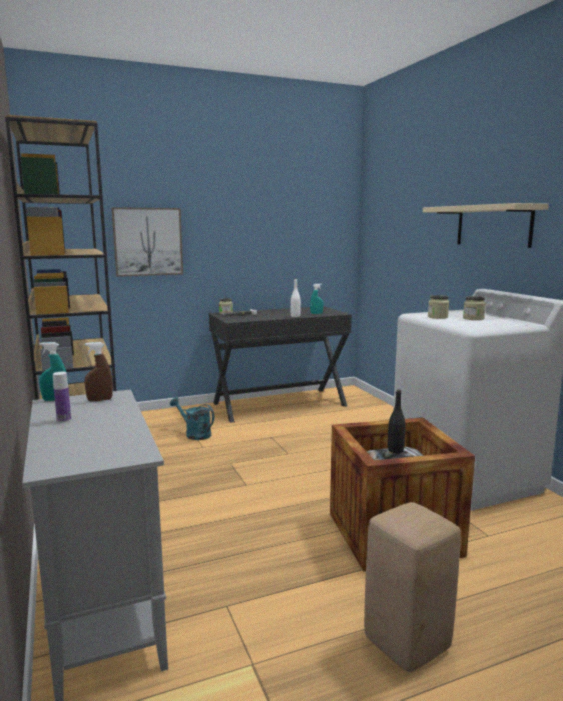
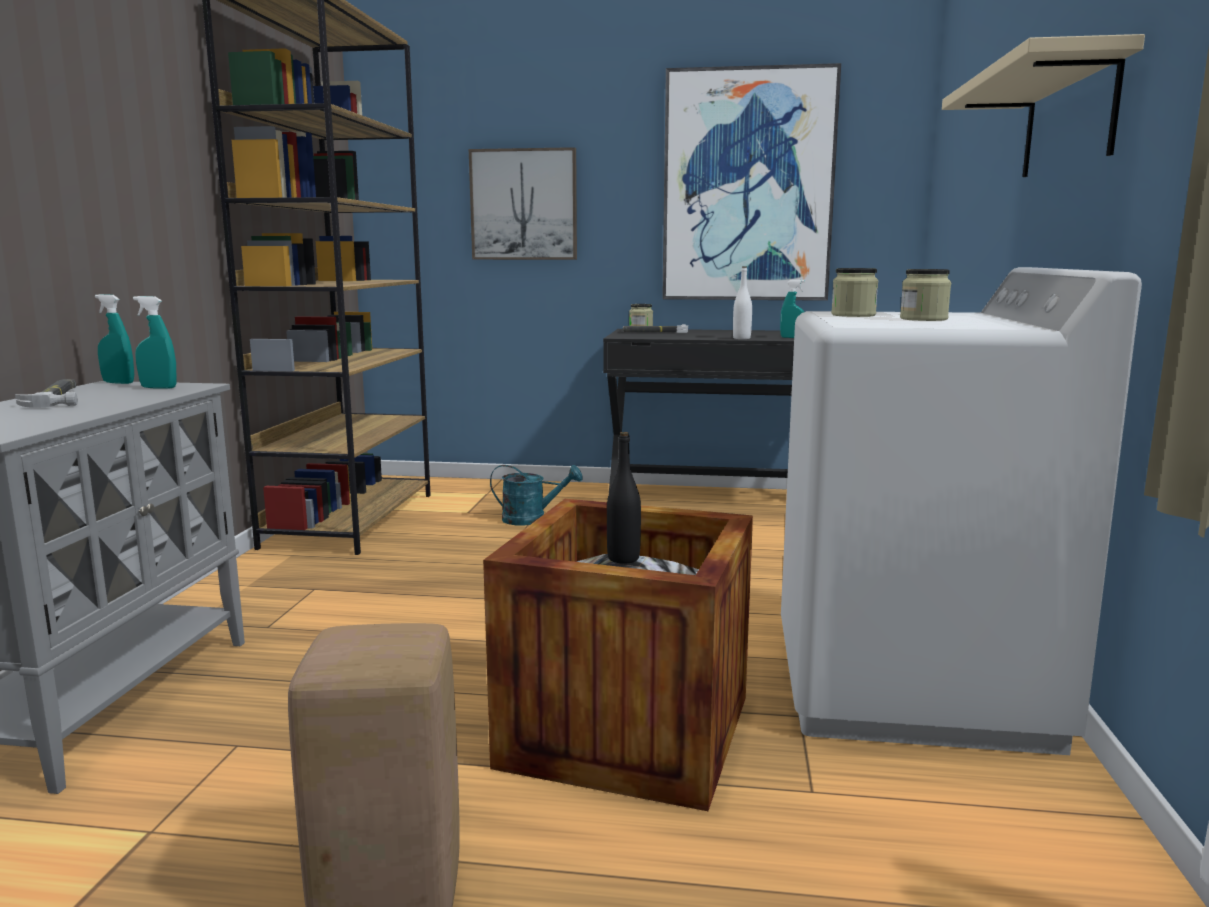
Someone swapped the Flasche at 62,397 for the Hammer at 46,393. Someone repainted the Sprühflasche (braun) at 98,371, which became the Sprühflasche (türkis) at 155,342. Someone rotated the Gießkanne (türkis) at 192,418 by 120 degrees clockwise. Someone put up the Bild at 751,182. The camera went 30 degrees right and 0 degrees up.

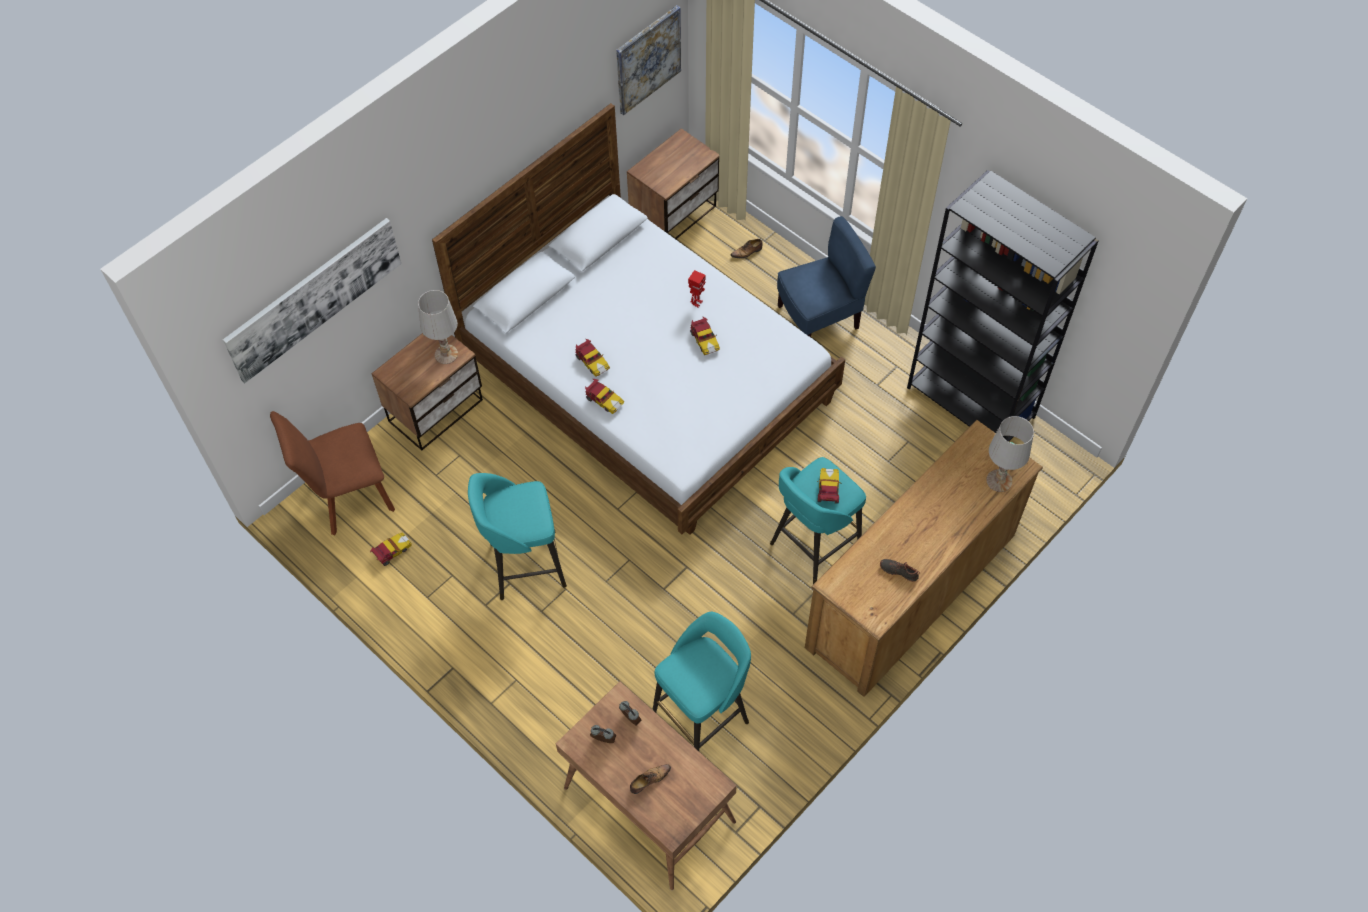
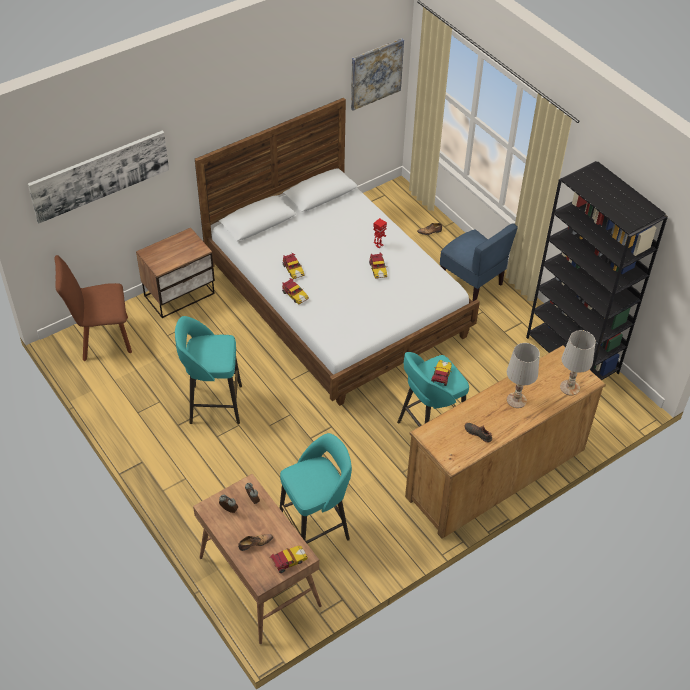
Someone carried the Spielzeugauto from 391,549 to 289,559. Someone carried the Tischlampe (weiß) from 438,327 to 523,375. Someone took away the Nachttisch at 673,183. Someone rotated the Stuhl (blau) at 826,276 by 60 degrees clockwise. The camera went 10 degrees right and 10 degrees down.

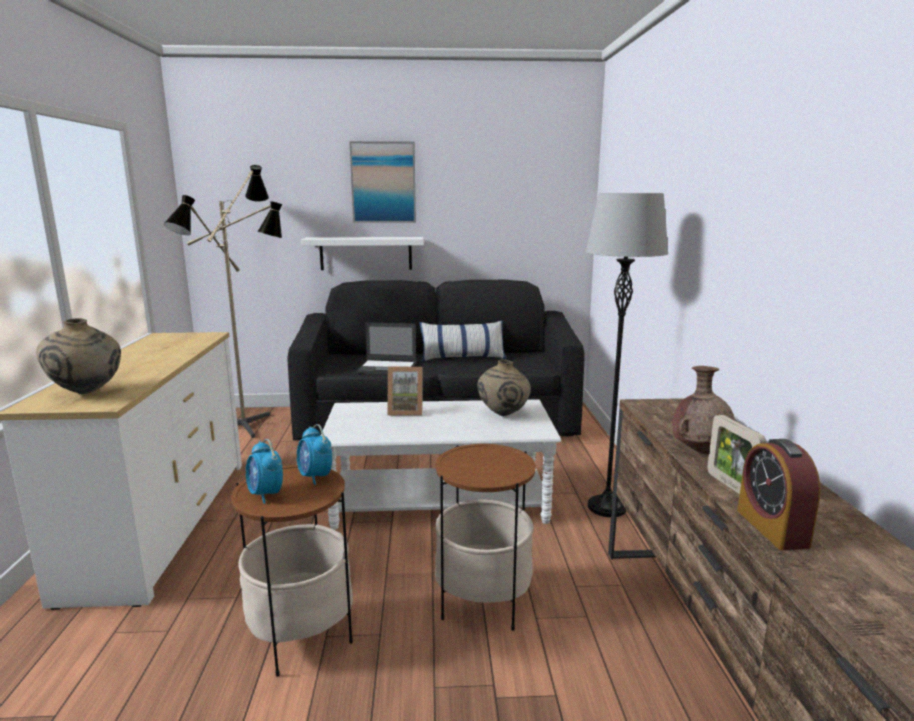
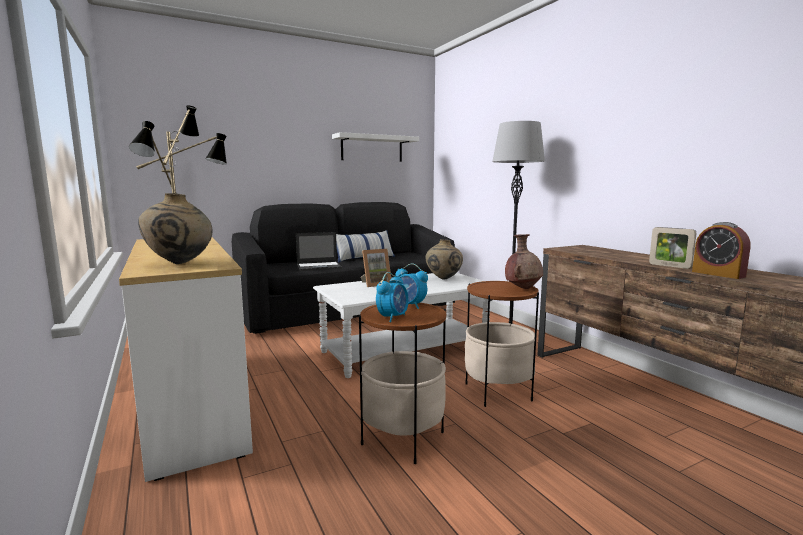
Someone rotated the Wecker at 264,471 by 90 degrees counterclockwise. Someone carried the Wandregal (weiß) from 362,253 to 375,147. Someone took away the Bild at 382,182. Someone carried the Vase (braun) from 703,410 to 524,261. The camera went 25 degrees left and 5 degrees down.

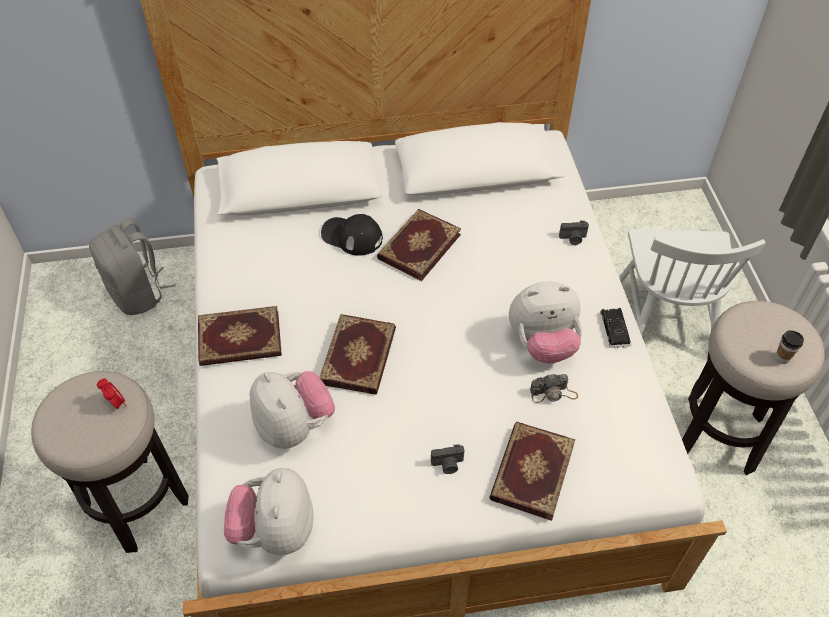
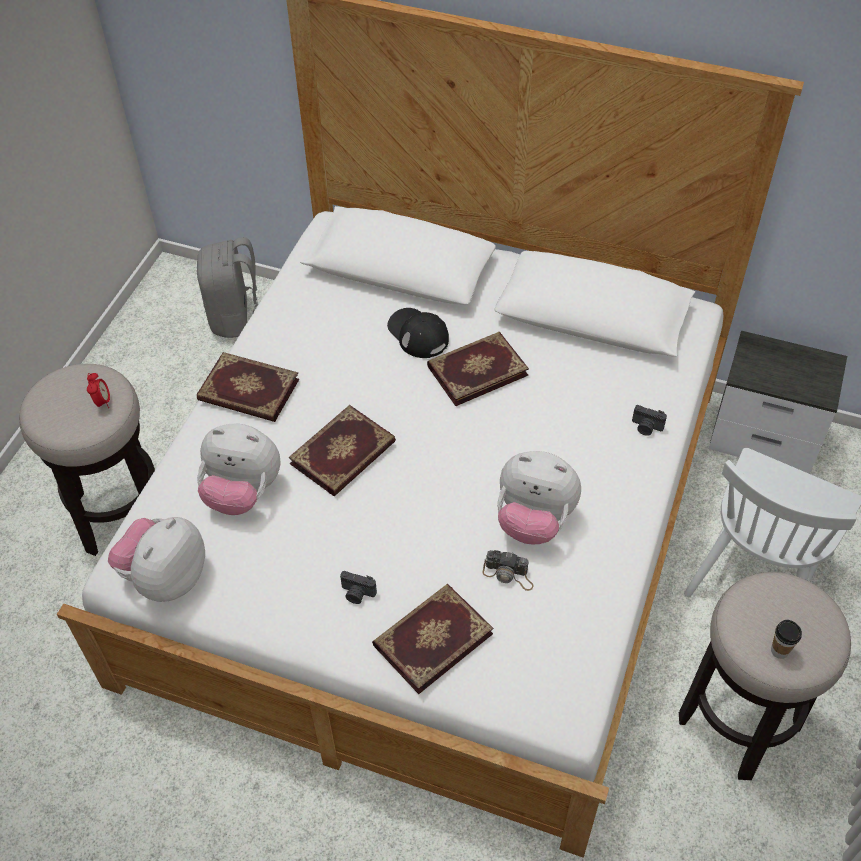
Someone rotated the Plüschtier at 292,410 by 105 degrees clockwise. Someone took away the Spielzeugauto (schwarz) at 615,328. Someone put down the Nachttisch at 778,402. The camera went 30 degrees right and 0 degrees up.

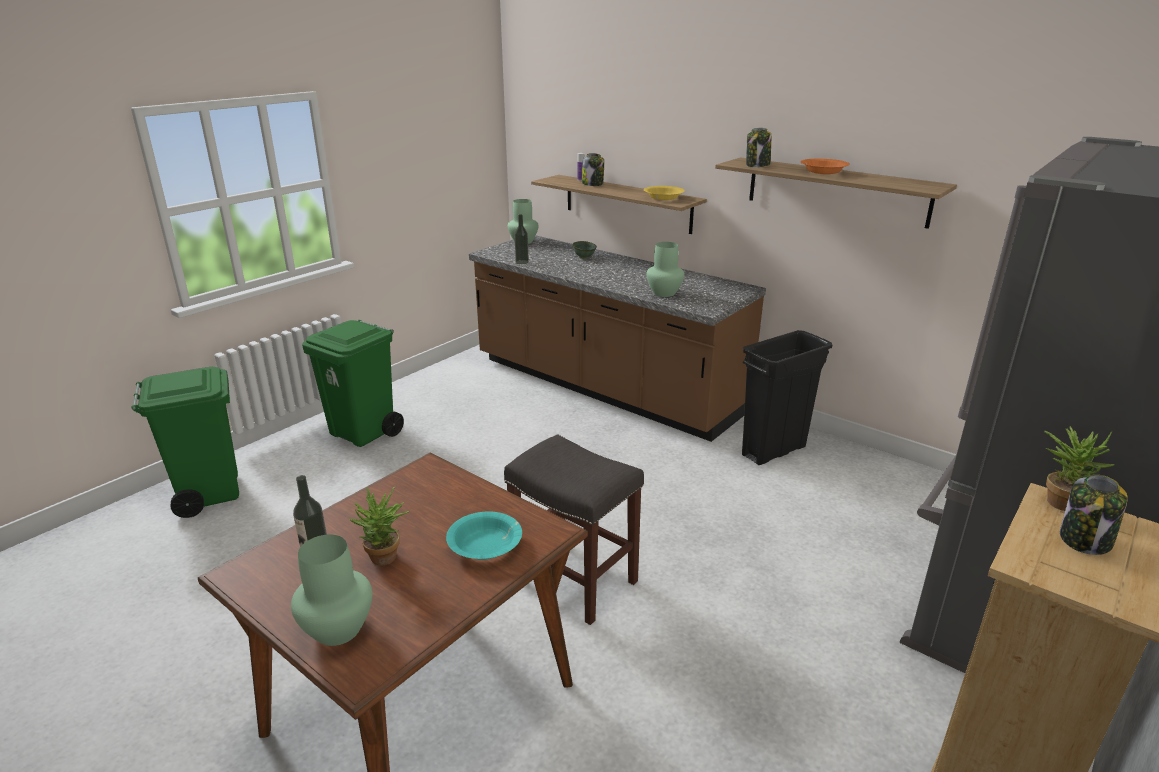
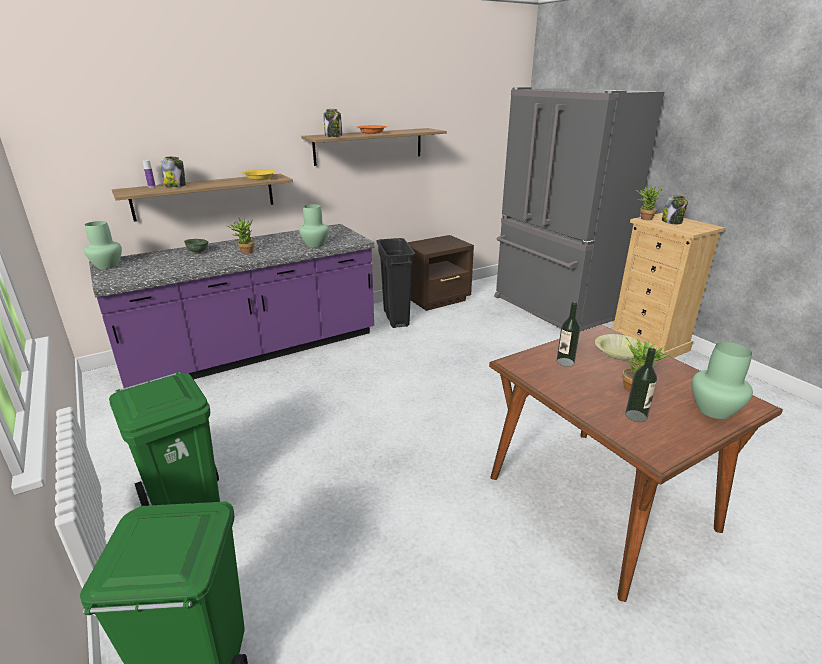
Someone repainted the Schüssel (türkis) at 484,535, which became the Schüssel (gelb) at 619,347. Someone repainted the Küchenzeile (braun) at 617,339, which became the Küchenzeile (lila) at 231,306. Someone took away the Hocker (grau) at 574,529. Someone carried the Flasche from 521,239 to 568,334. Someone put down the Topfpflanze at 240,236. Someone put down the Nachttisch (braun) at 440,273. The camera went 70 degrees left and 0 degrees up.

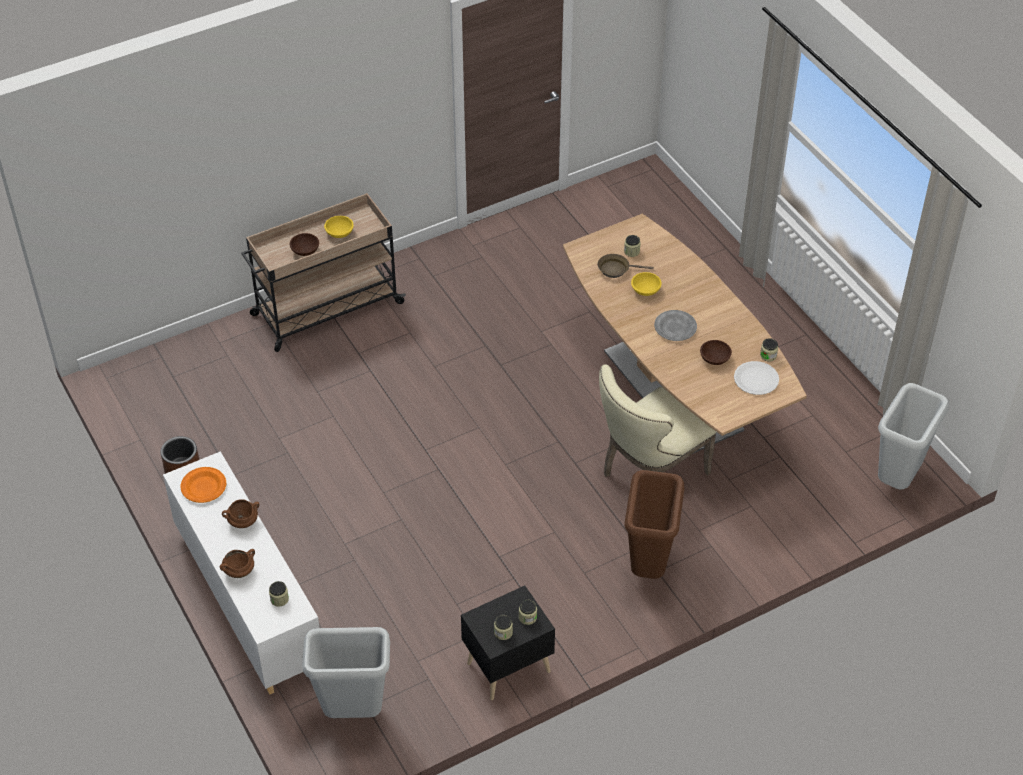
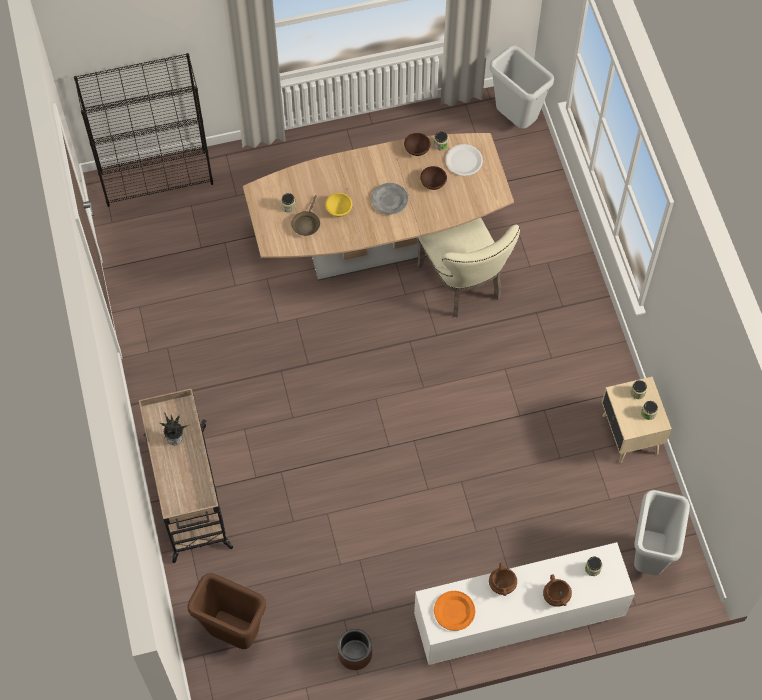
Someone carried the Schüssel (braun) from 304,244 to 417,144. Someone swapped the Schüssel (gelb) at 339,227 for the Topfpflanze at 174,428. Someone repainted the Nachttisch (schwarz) at 508,642, which became the Nachttisch (beige) at 637,420. Someone carried the Mülleimer (braun) from 654,524 to 226,611. Someone put down the Bücherregal (schwarz) at 143,130. The camera went 75 degrees left and 15 degrees up.

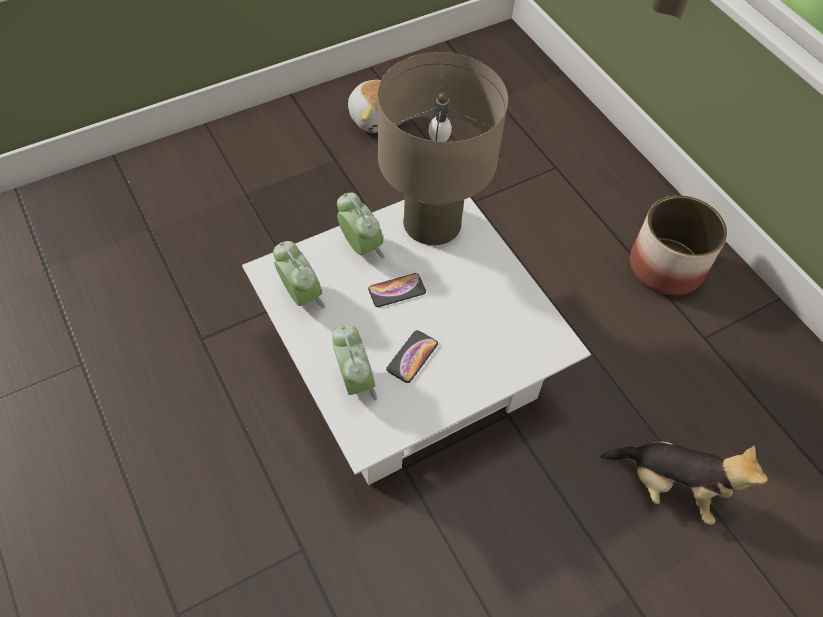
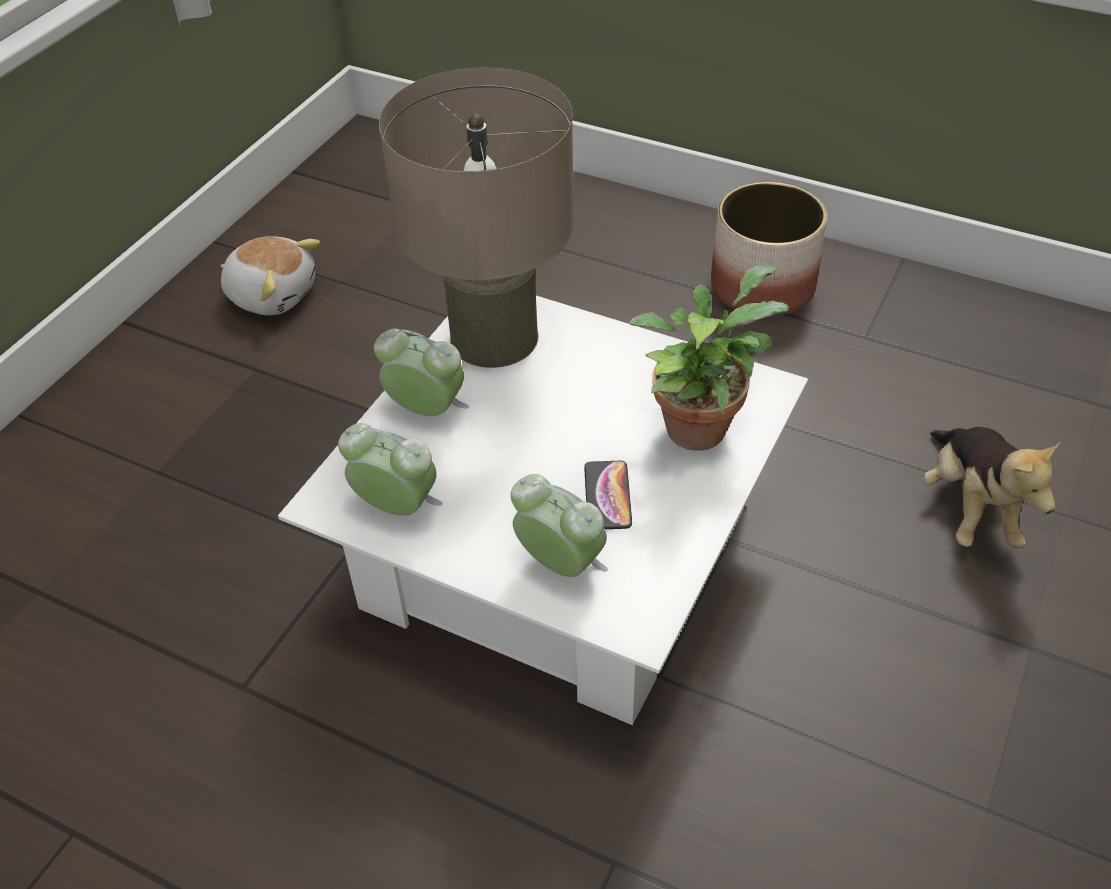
Someone took away the Handy at 397,290. Someone rotated the Plüschtier at 684,483 by 90 degrees clockwise. Someone put down the Topfpflanze at 709,357. The camera went 30 degrees left and 10 degrees down.

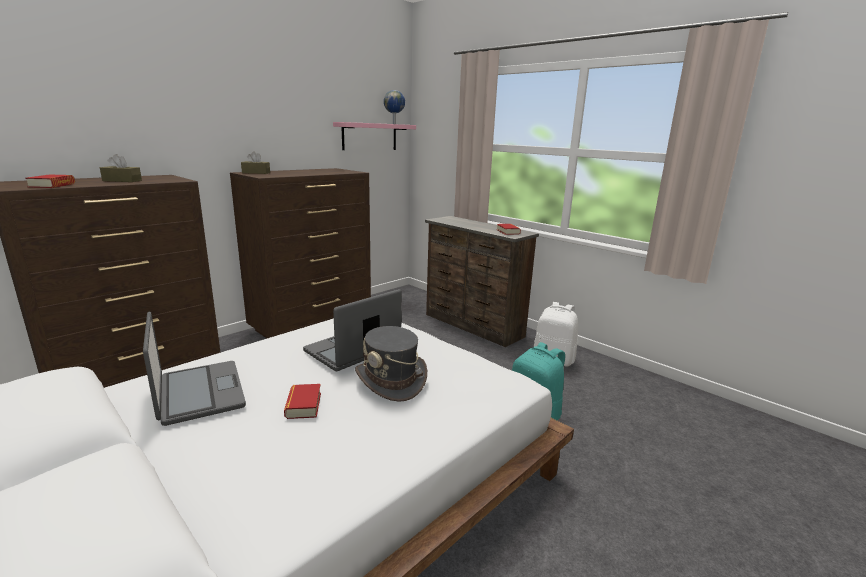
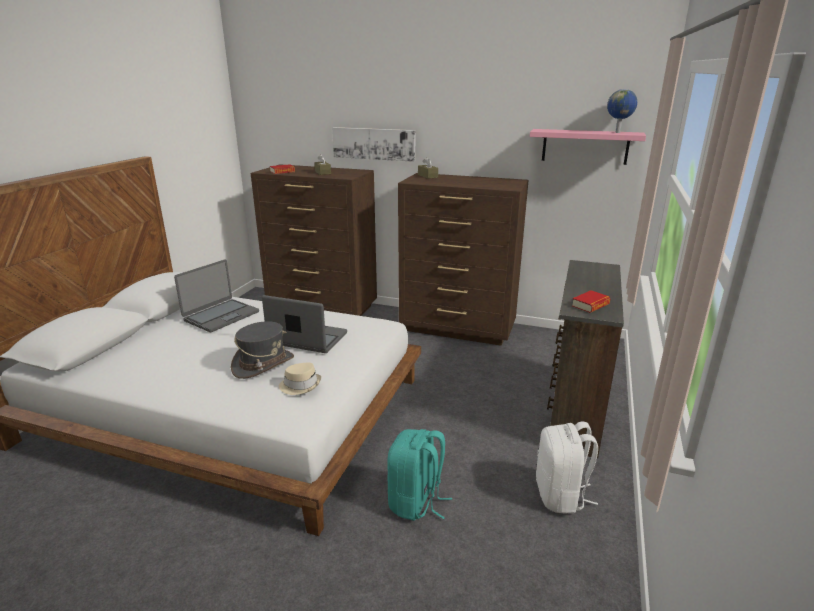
Someone took away the Buch at 302,401. Someone put down the Hut (beige) at 300,379. Someone put up the Bild at 374,144. The camera went 65 degrees right and 5 degrees up.

